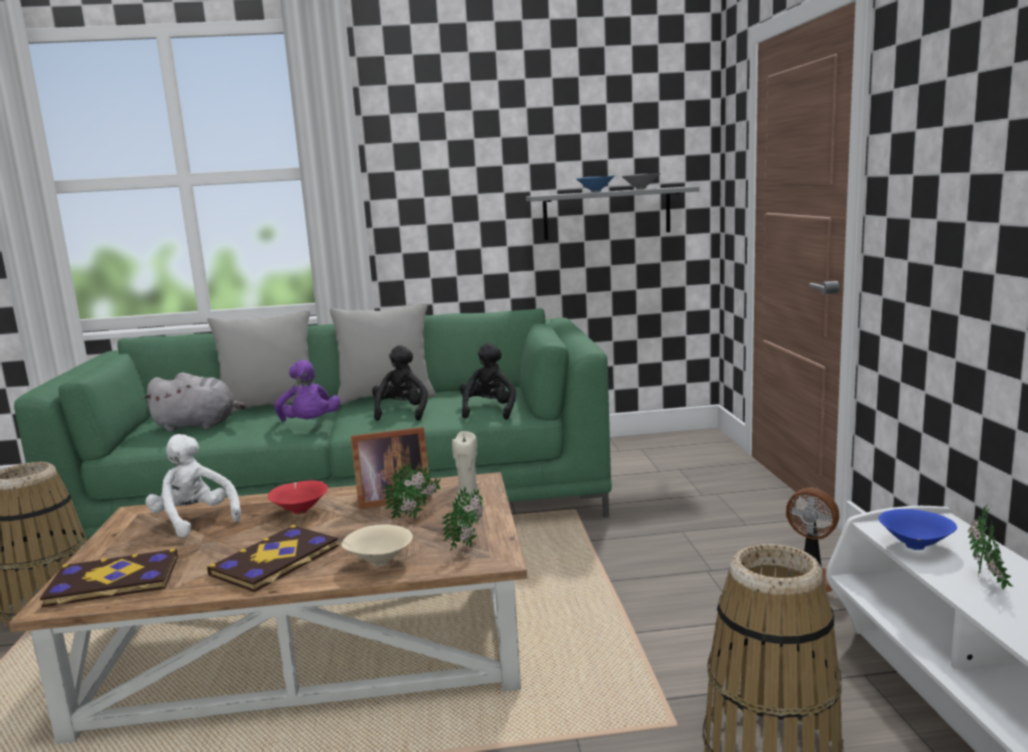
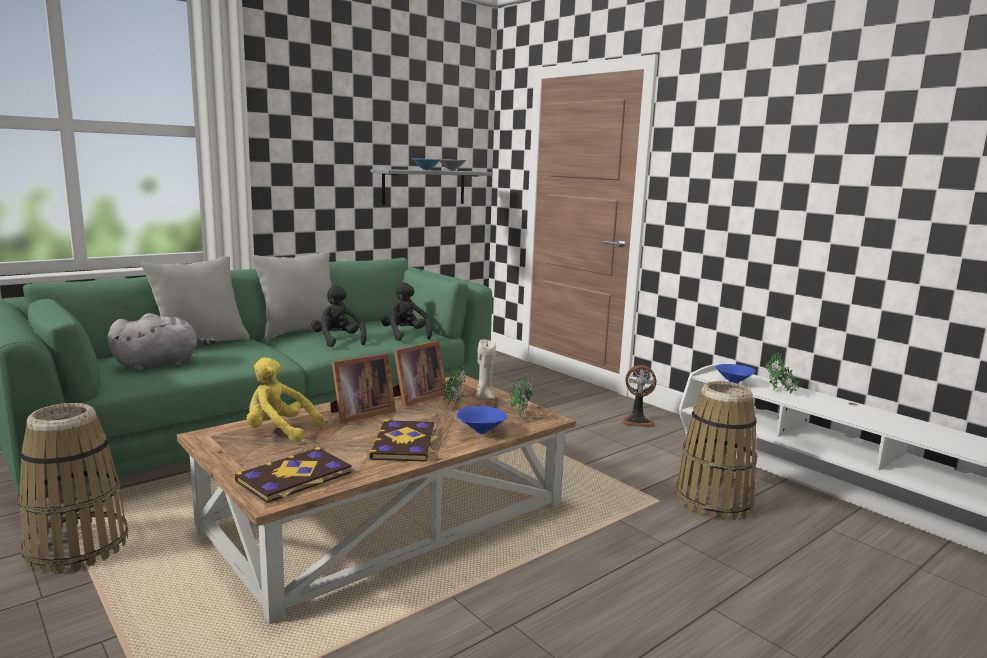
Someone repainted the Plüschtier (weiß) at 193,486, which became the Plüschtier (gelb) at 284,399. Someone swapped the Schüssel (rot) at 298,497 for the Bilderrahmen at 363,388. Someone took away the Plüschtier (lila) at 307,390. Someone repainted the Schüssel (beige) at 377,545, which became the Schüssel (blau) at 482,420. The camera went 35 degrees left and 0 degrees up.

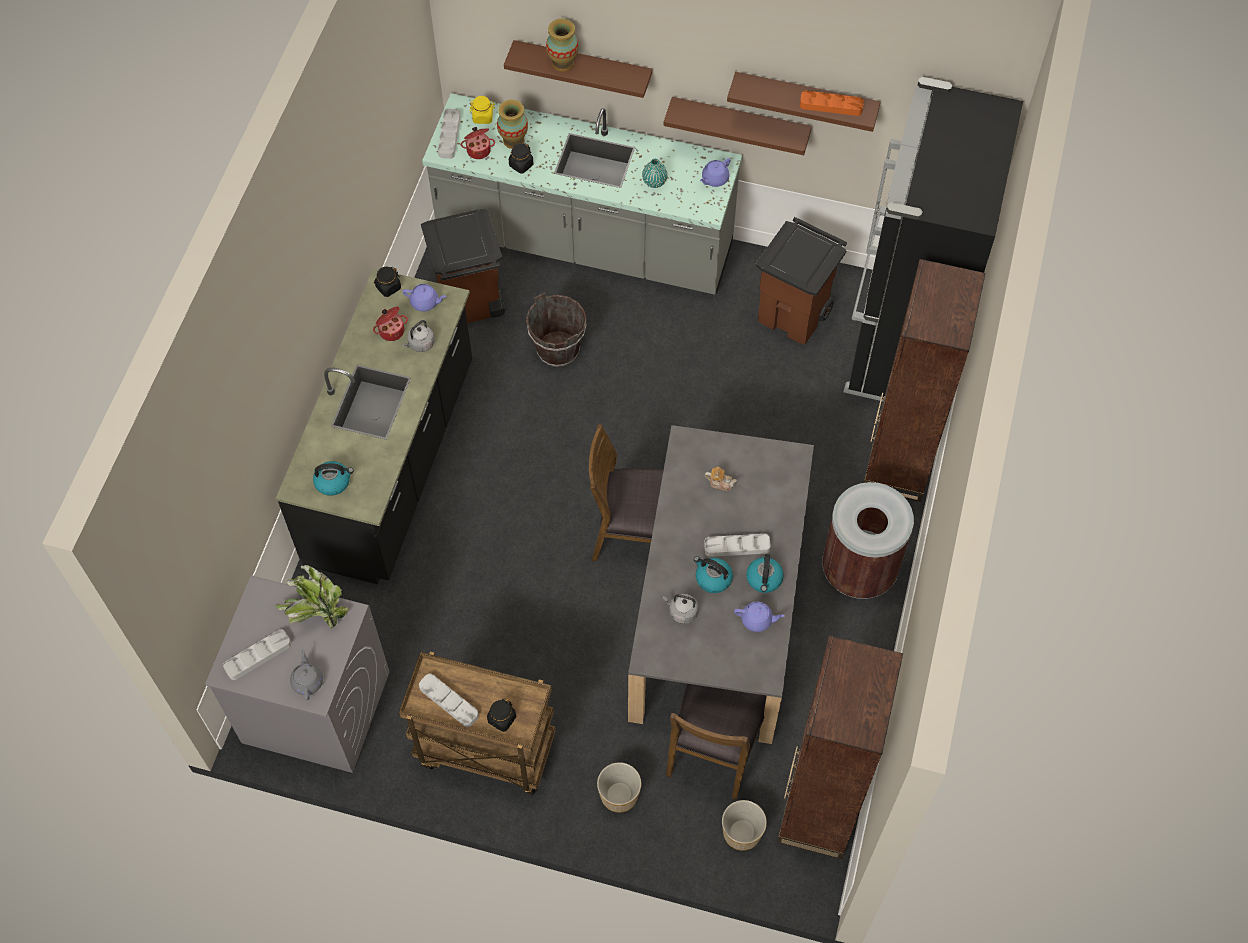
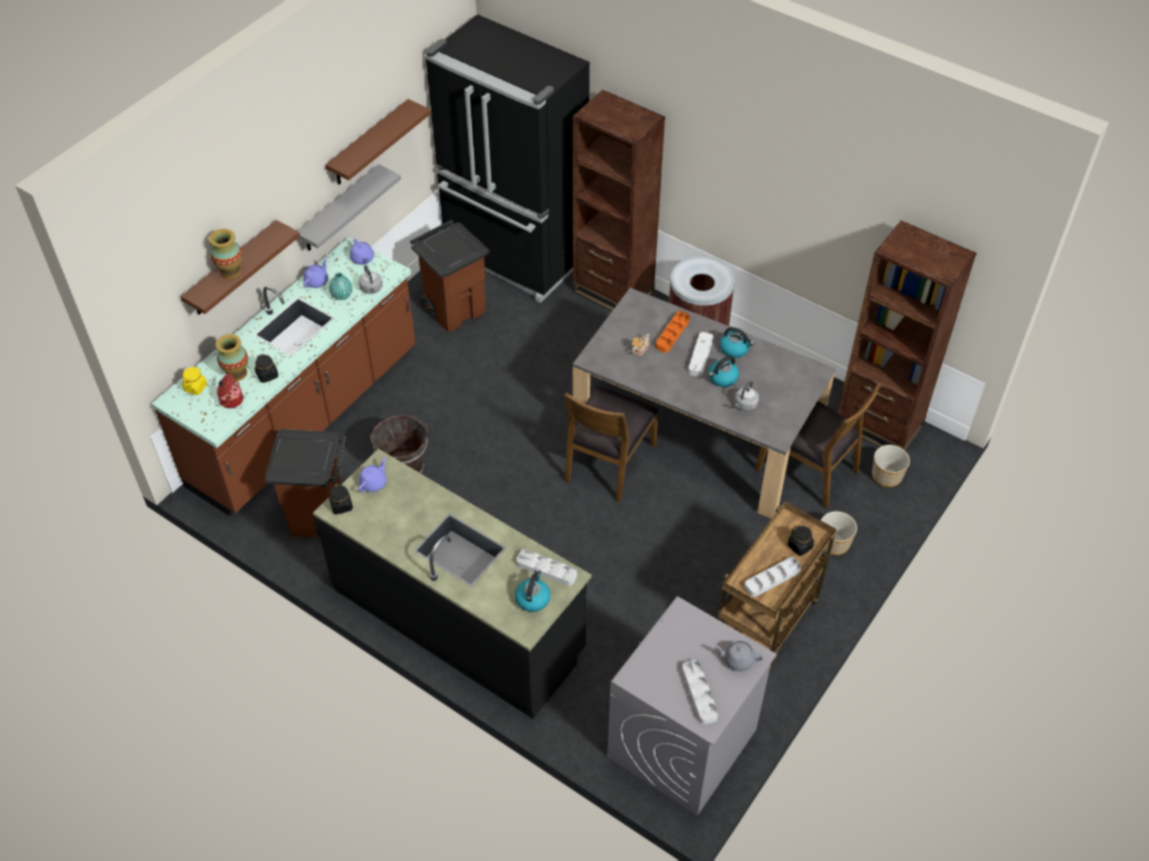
Someone took away the Topfpflanze at 312,596. Someone took away the Kochtopf at 390,324. Someone carried the Wasserkessel (grau) from 418,336 to 370,279. Someone repainted the Küchenzeile (grau) at 582,194, which became the Küchenzeile (braun) at 283,376. Someone carried the Tablett (grau) from 449,133 to 547,567. Someone repainted the Wandregal (braun) at 738,126, which became the Wandregal (grau) at 349,207. Someone carried the Teekanne (lila) from 759,617 to 315,273. Someone carried the Tablett (orange) from 832,103 to 672,332. The camera went 70 degrees left and 10 degrees down.

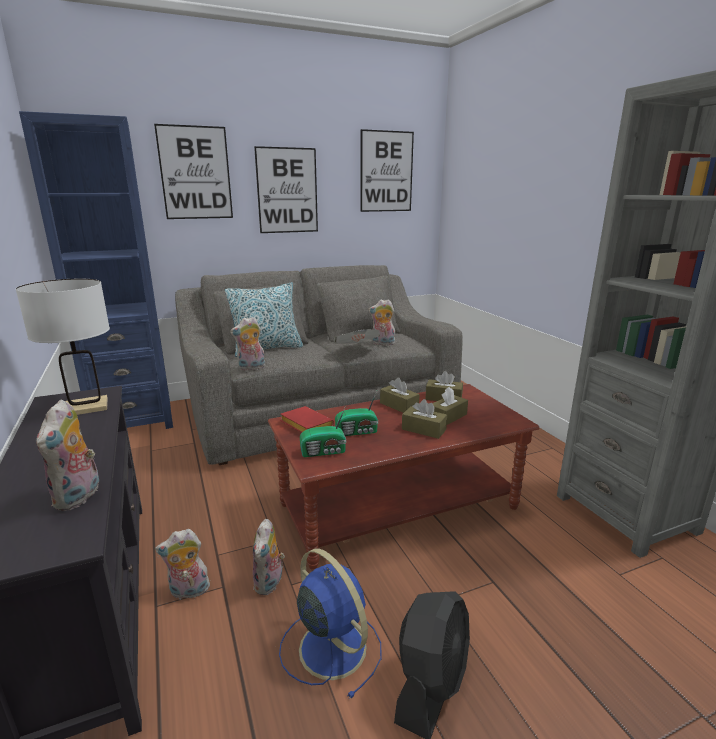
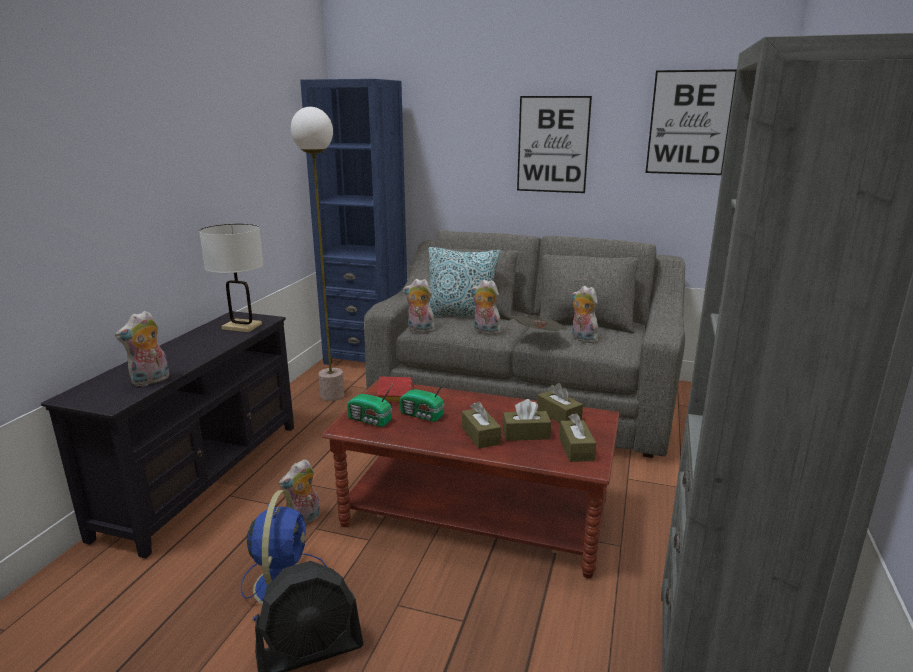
Someone took away the Bild at 193,171. Someone carried the Plüschtier from 183,564 to 487,307. Someone carried the Taschentuchbox (braun) from 400,395 to 577,437. Someone put down the Stehlampe at 317,254. The camera went 40 degrees right and 0 degrees up.

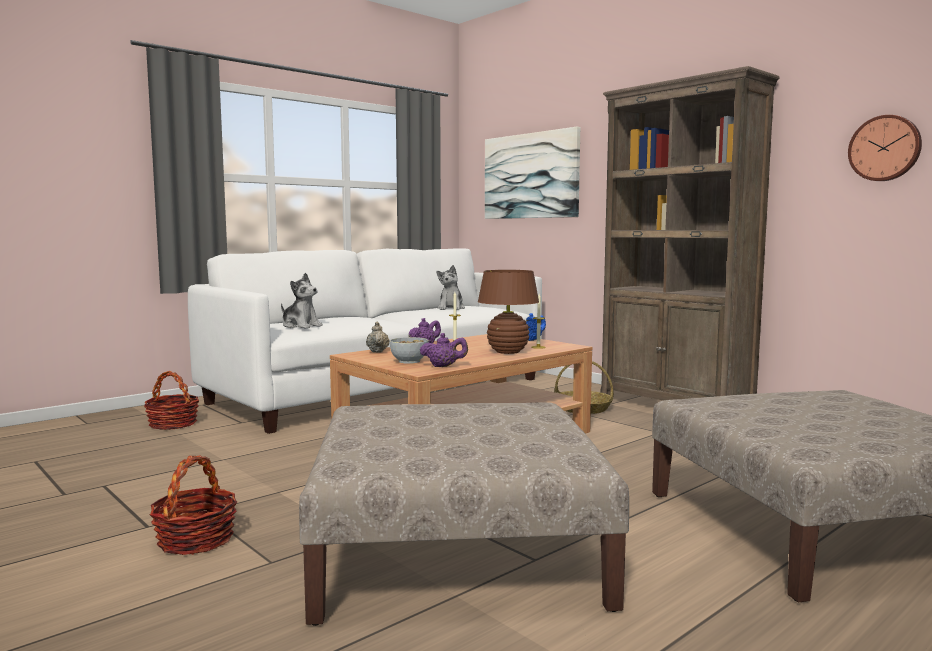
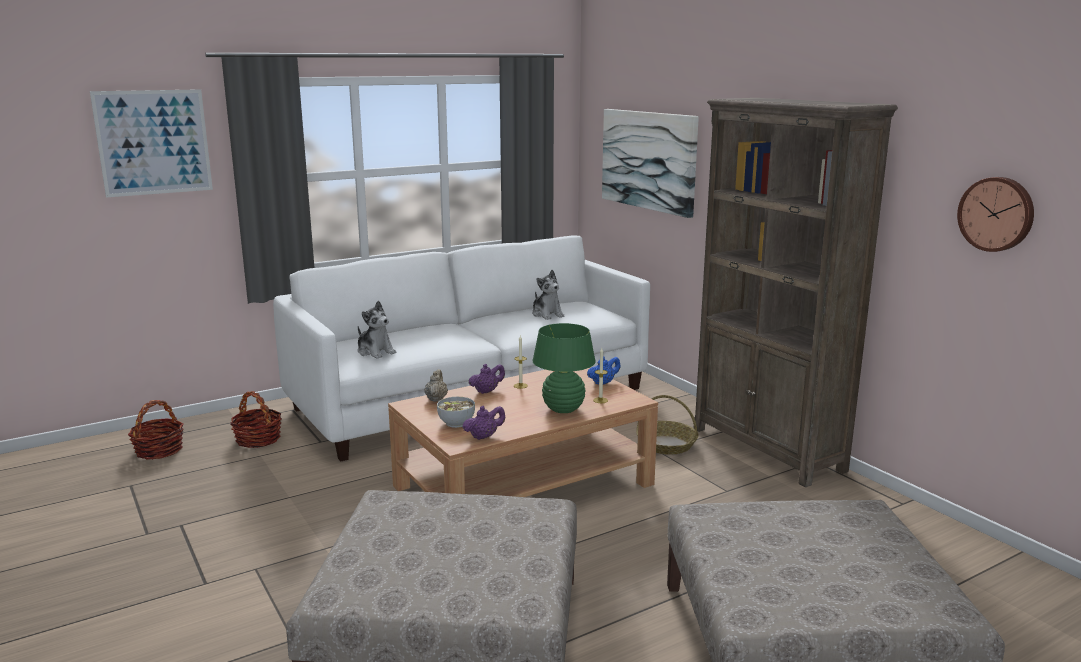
Someone carried the Korb from 193,505 to 156,430. Someone rotated the Teekanne (lila) at 444,350 by 45 degrees counterclockwise. Someone rotated the Plüschtier at 450,287 by 45 degrees counterclockwise. Someone repainted the Tischlampe (braun) at 508,312, which became the Tischlampe (grün) at 564,368. Someone put up the Bild at 151,143. The camera went 10 degrees right and 10 degrees up.

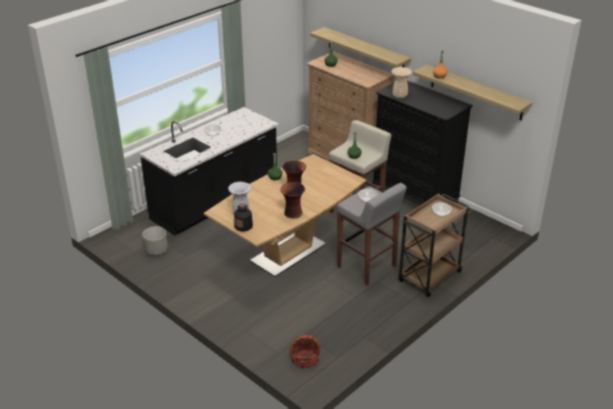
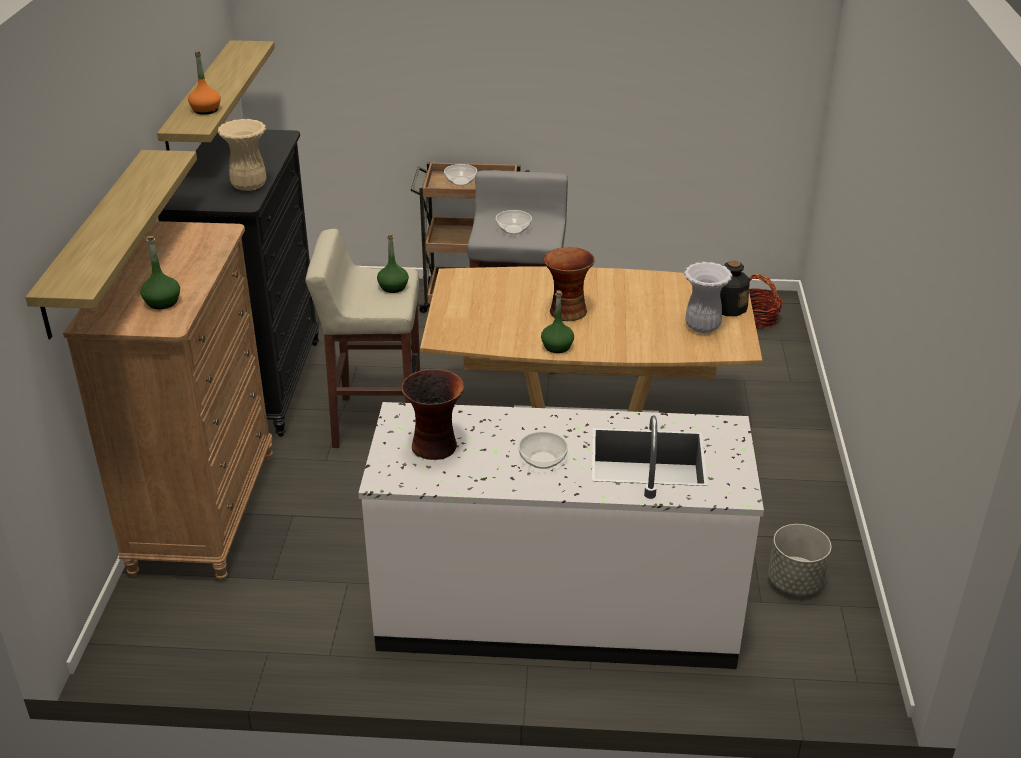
Someone repainted the Küchenzeile (schwarz) at 209,171, which became the Küchenzeile (weiß) at 561,535. Someone carried the Vase from 292,200 to 432,414. The camera went 130 degrees left and 0 degrees up.

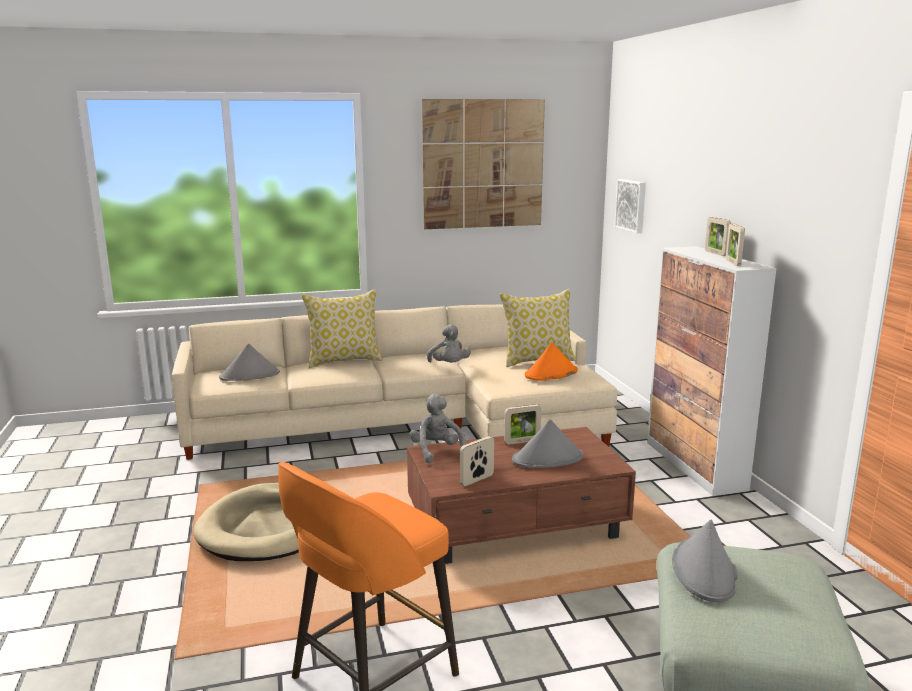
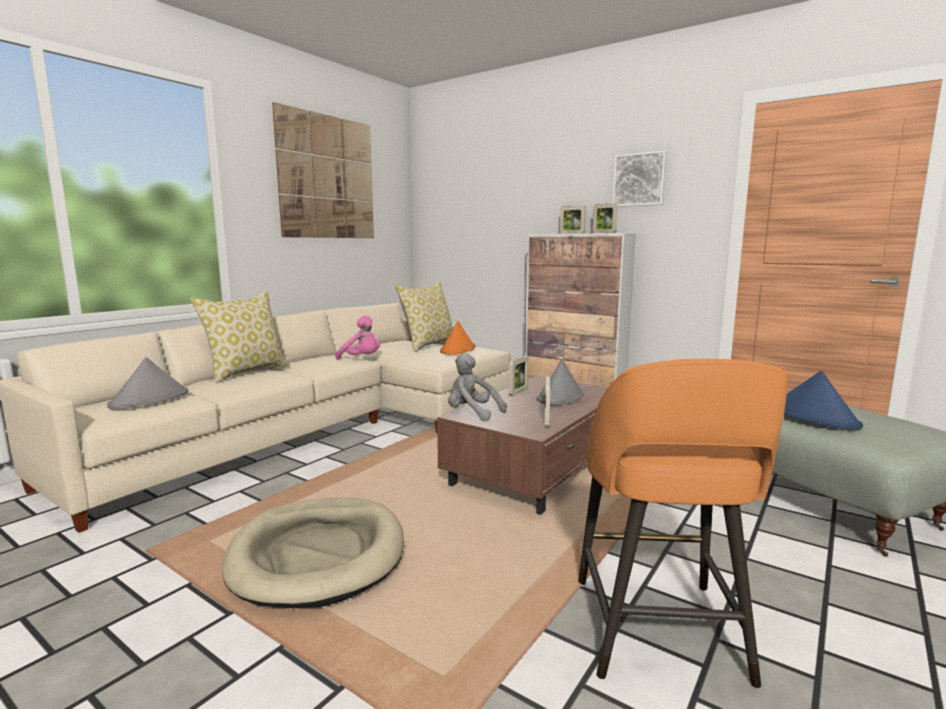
Someone repainted the Plüschtier (grau) at 449,343, which became the Plüschtier (rosa) at 357,337. Someone carried the Bild from 630,206 to 640,179. Someone repainted the Hut (grau) at 705,560, which became the Hut (blau) at 823,400. The camera went 40 degrees left and 5 degrees down.

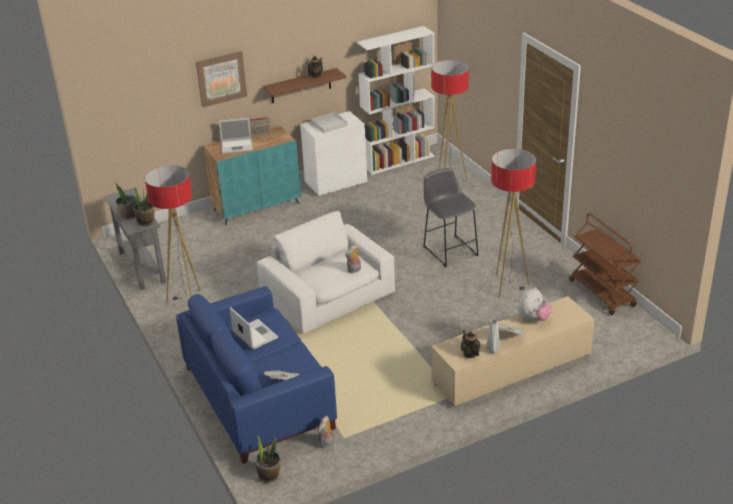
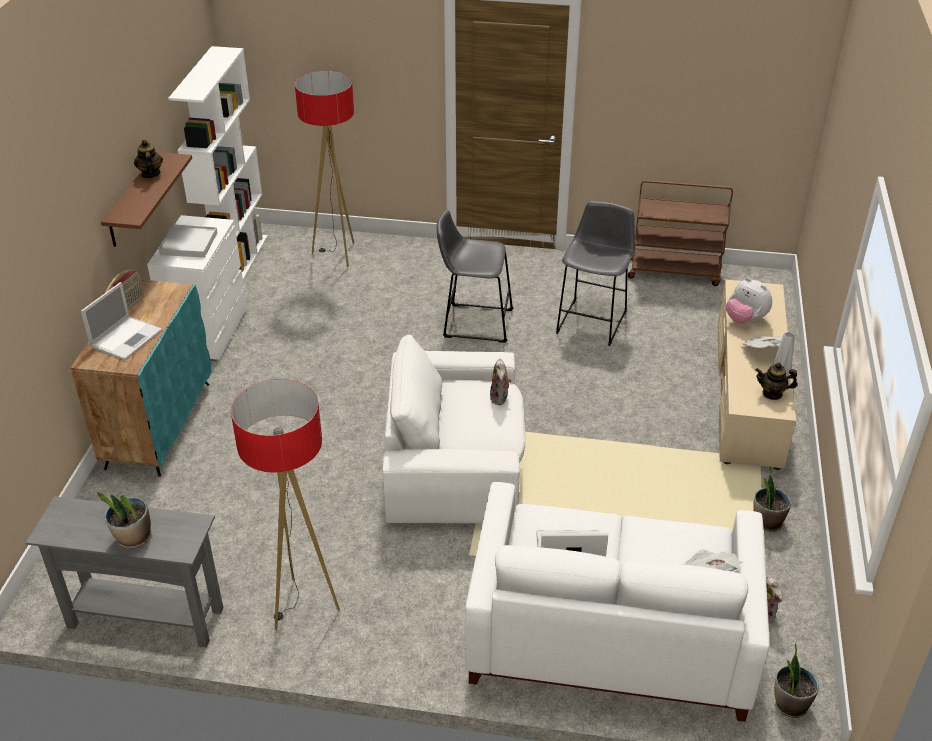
Someone carried the Topfpflanze from 144,206 to 772,498. Someone repainted the Sofa (blau) at 256,375, which became the Sofa (weiß) at 617,602. Someone took away the Bild at 221,79. Someone swapped the Stehlampe at 513,223 for the Hocker (grau) at 595,273. Someone rotated the Plüschtier at 535,304 by 150 degrees clockwise. The camera went 55 degrees left and 5 degrees up.

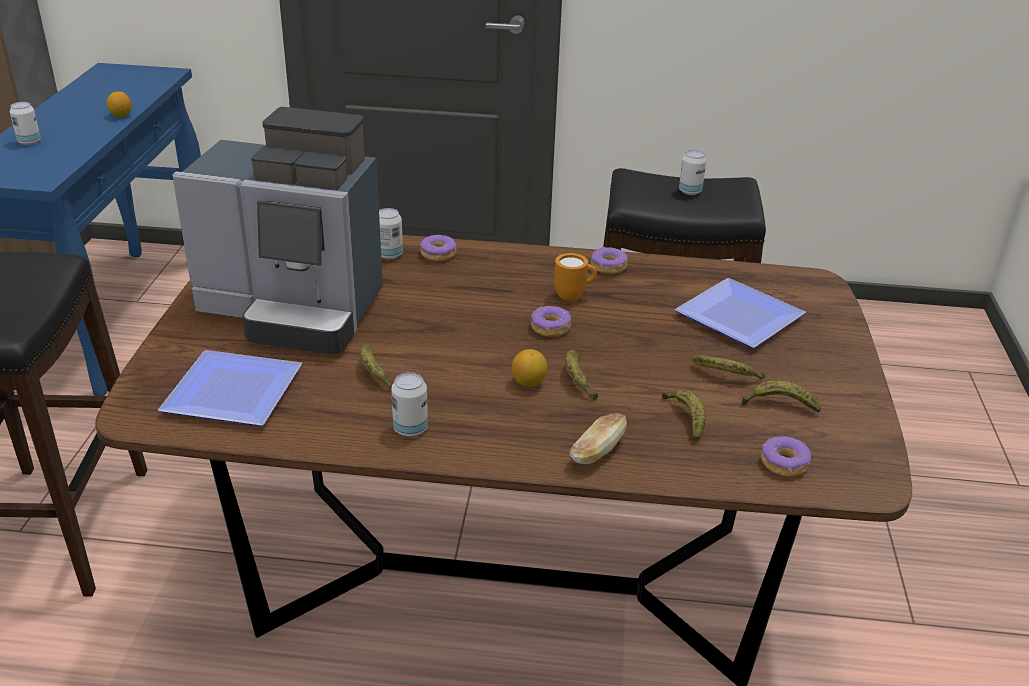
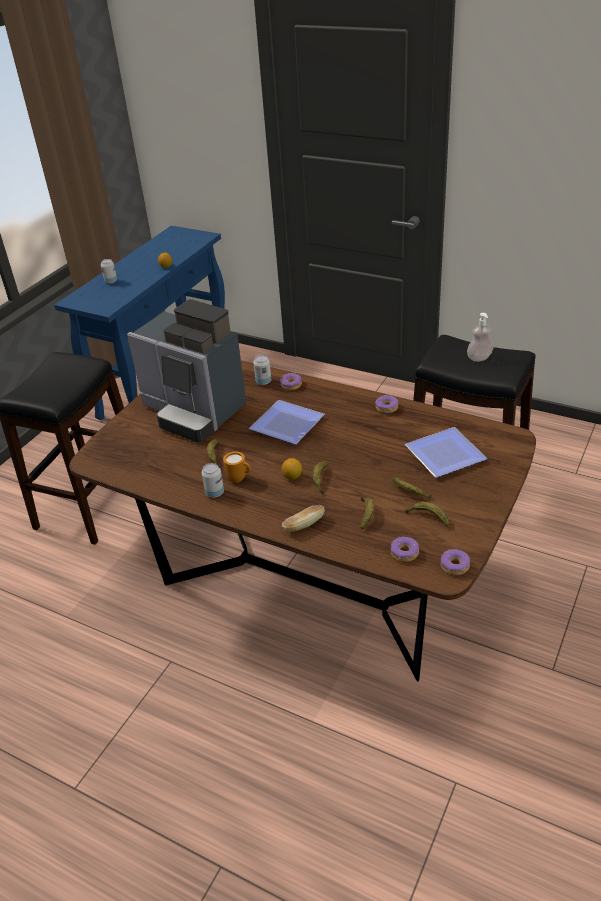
Someone carried the Teller from 230,388 to 287,422. Someone carried the Donut from 551,321 to 455,562. Someone carried the Henkelbecher (orange) from 575,277 to 237,467. Someone swapped the Dose at 692,172 for the Seifenspender at 480,337. The camera went 25 degrees right and 5 degrees up.

